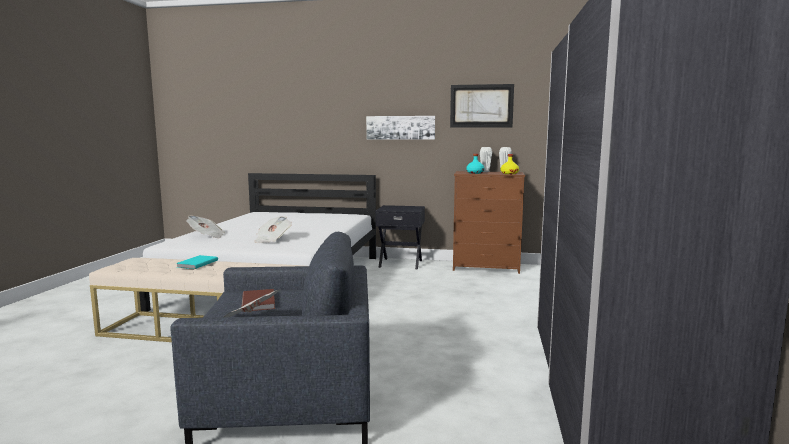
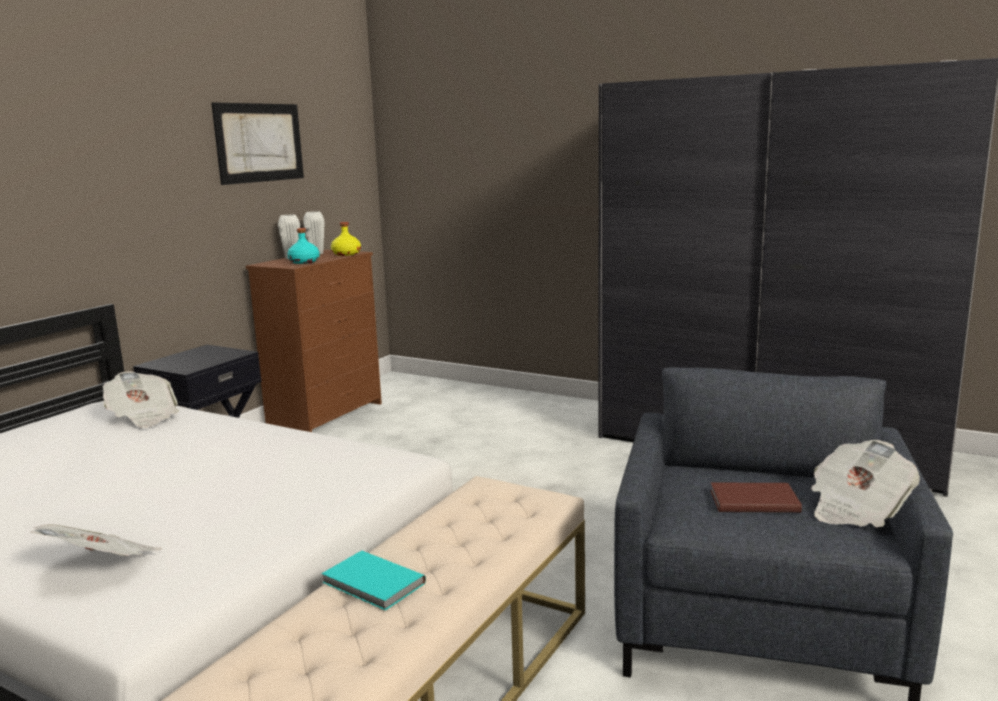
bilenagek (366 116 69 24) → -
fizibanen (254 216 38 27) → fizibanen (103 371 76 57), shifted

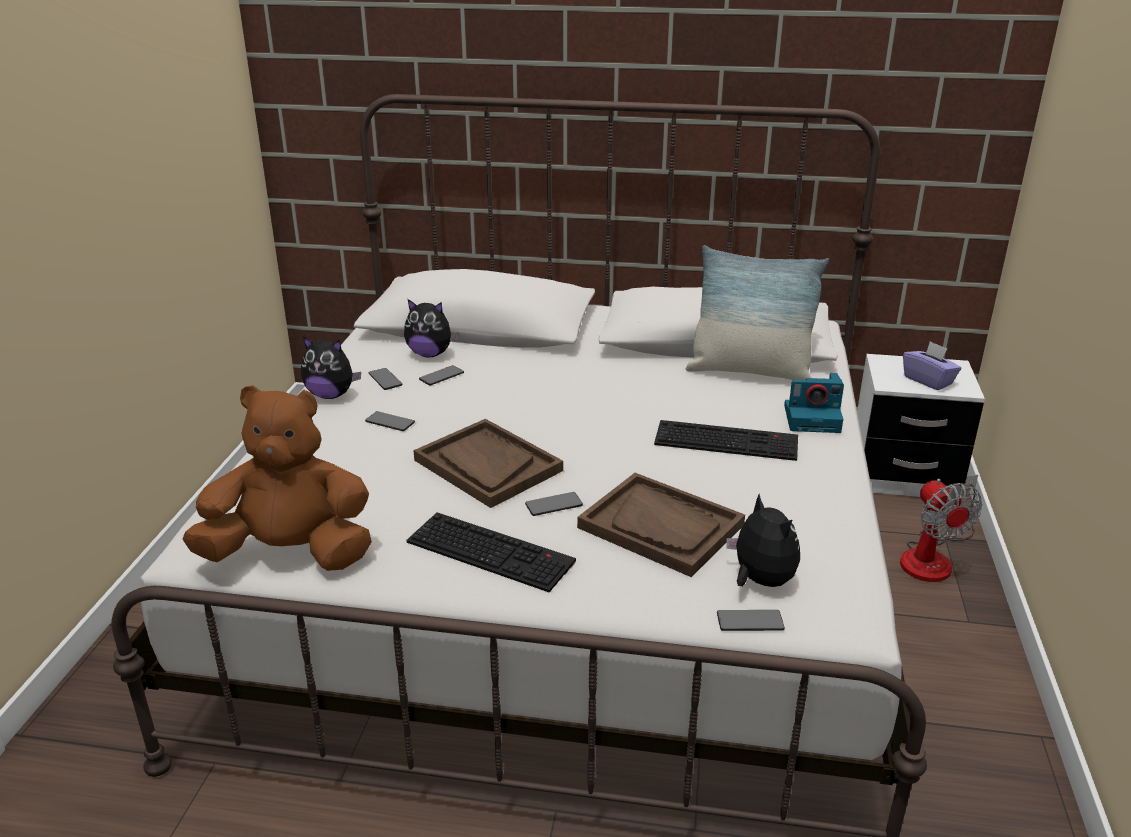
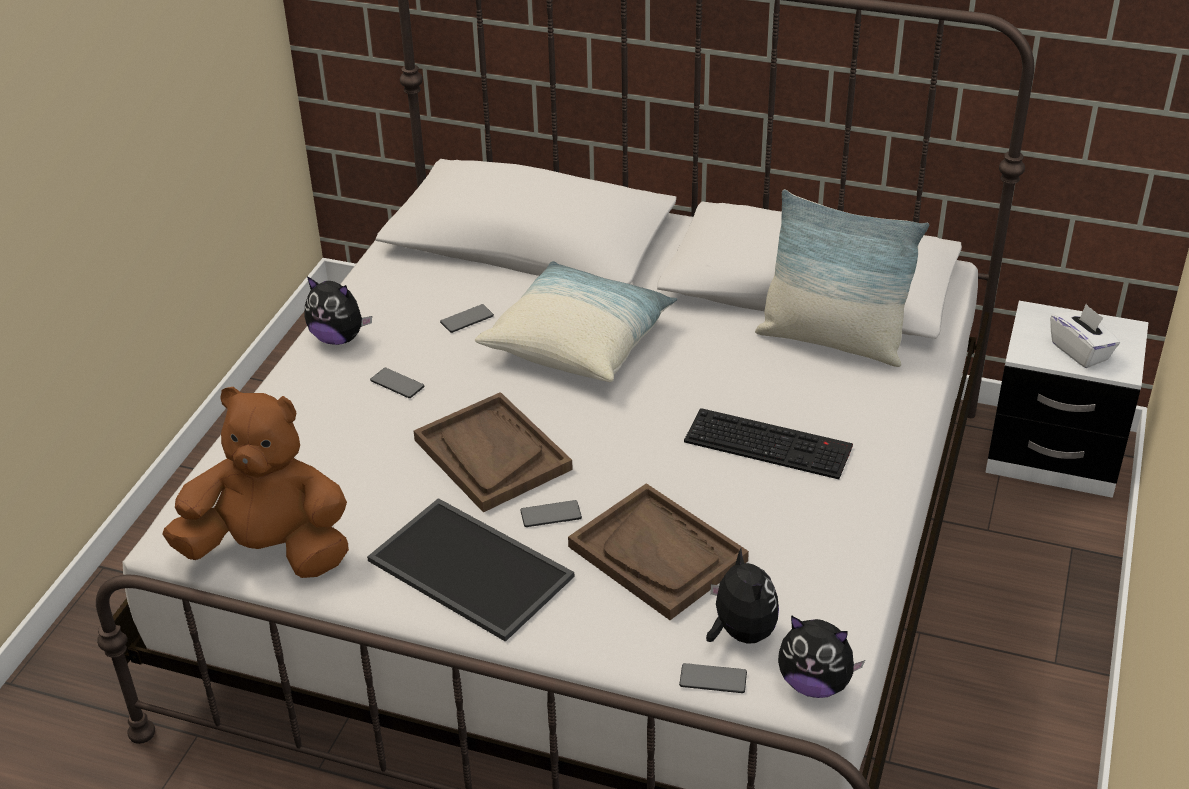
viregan (404 299 55 58) → viregan (778 615 87 83), shifted
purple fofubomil (903 341 58 49) → white fofubomil (1050 304 70 64)
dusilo (369 368 33 22) → -
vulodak (784 373 60 60) → -
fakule (900 475 82 107) → -
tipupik (407 512 169 81) → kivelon (367 498 208 144)
- → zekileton (475 261 202 121)

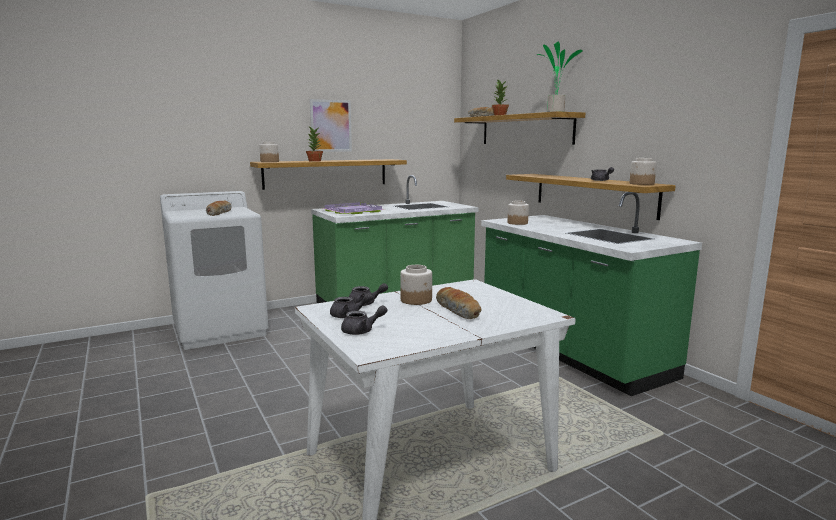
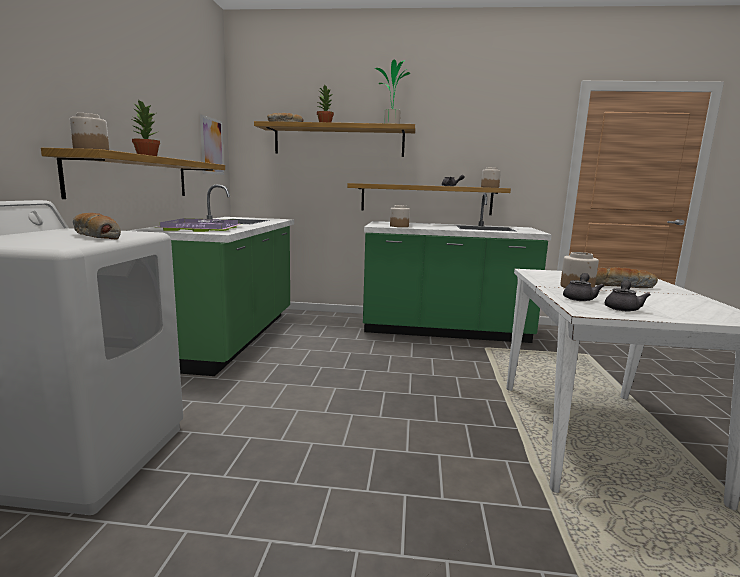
bilenagek (310 99 42 53) → bilenagek (200 114 24 61), shifted
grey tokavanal (341 305 46 30) → -

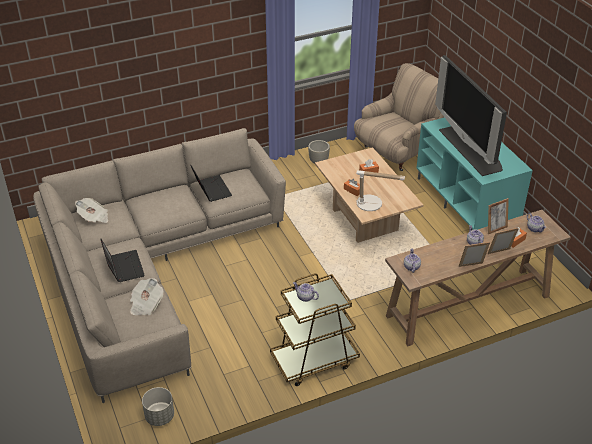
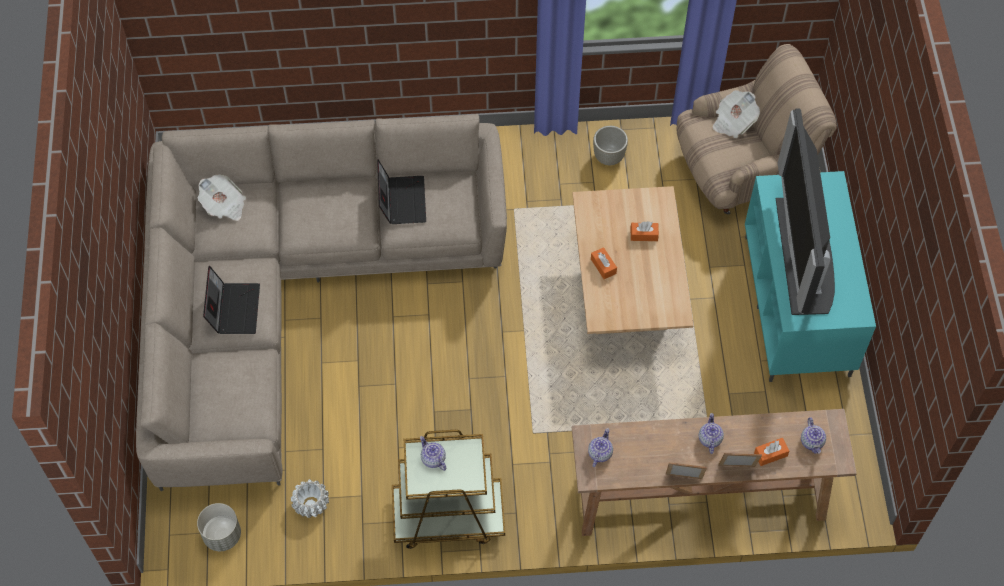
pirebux (356 170 49 41) → -
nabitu (488 198 21 36) → -
fizibanen (130 278 34 37) → fizibanen (712 90 48 48), shifted
- → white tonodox (291 479 38 39)

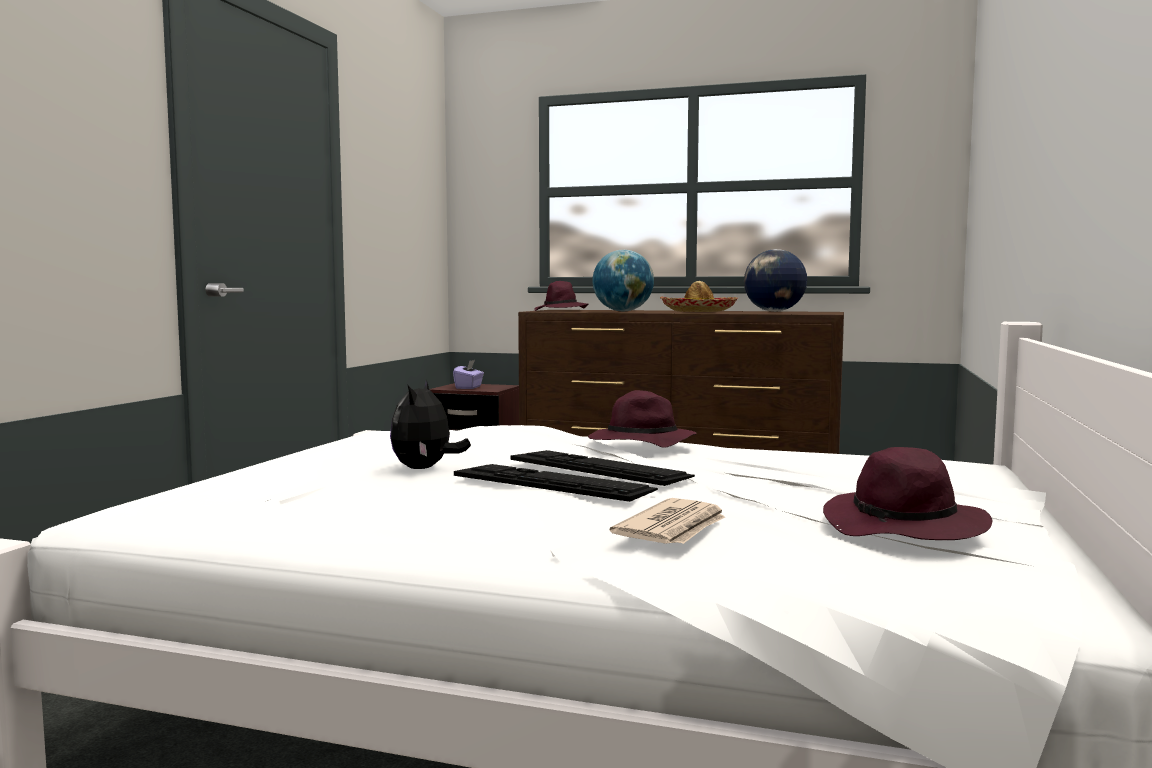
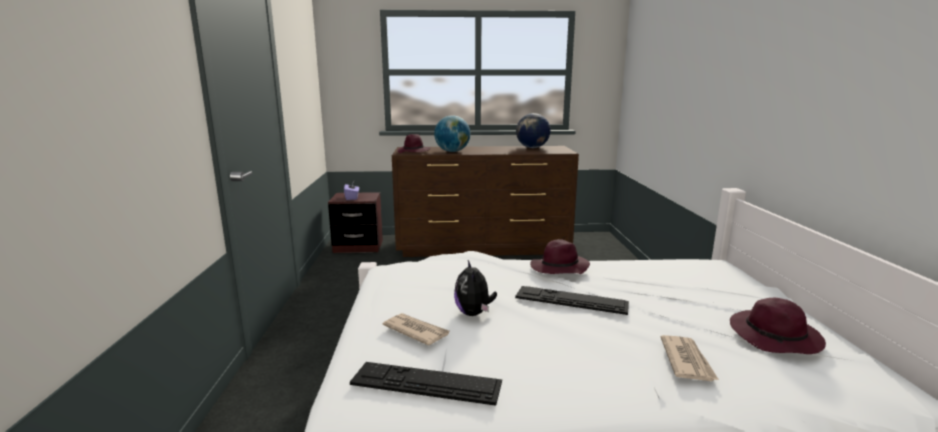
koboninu (660 281 78 31) → -
tipupik (454 464 204 38) → tipupik (350 362 152 44), shifted
- → fizibanen (383 313 66 33)

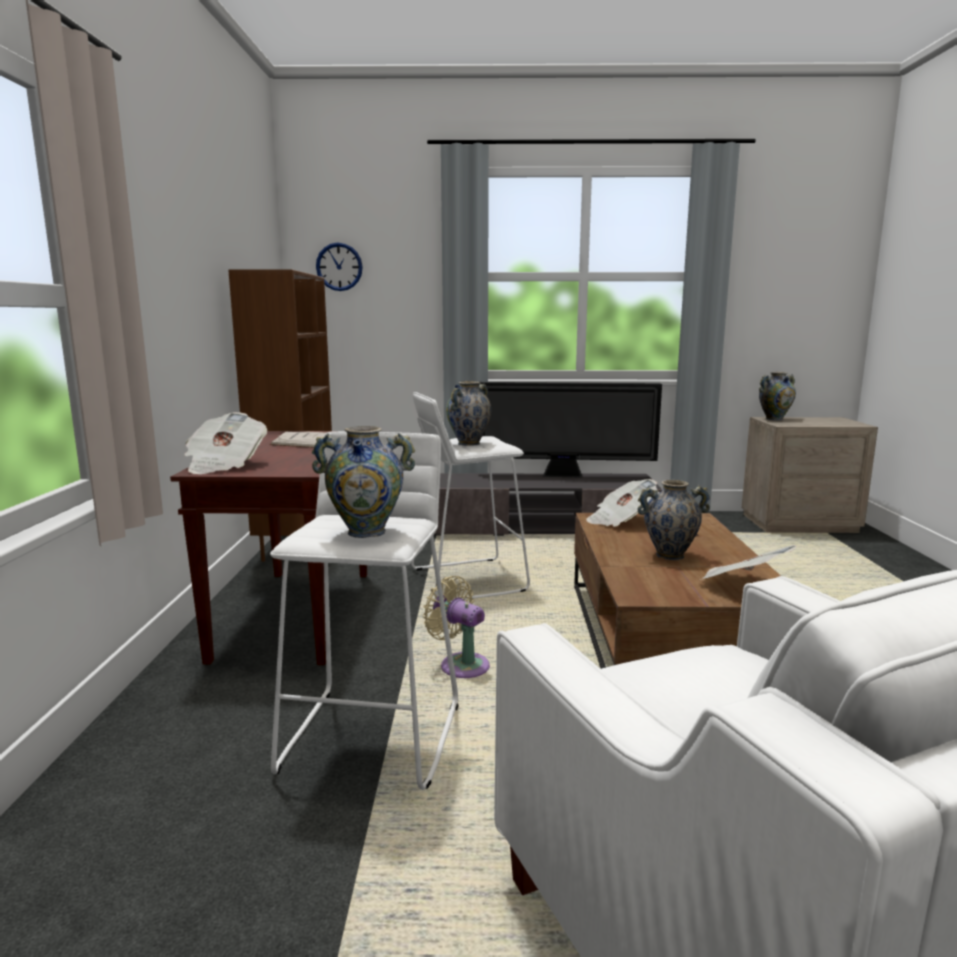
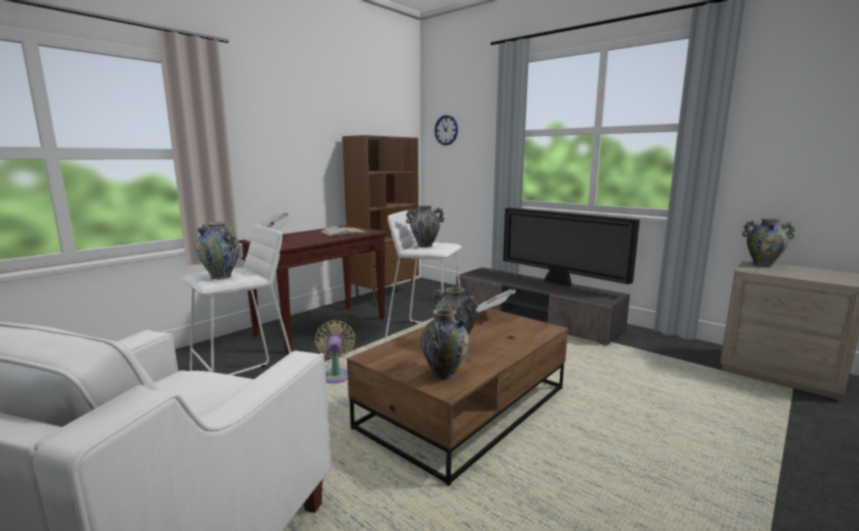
fizibanen (700 545 97 35) → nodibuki (421 308 48 72)

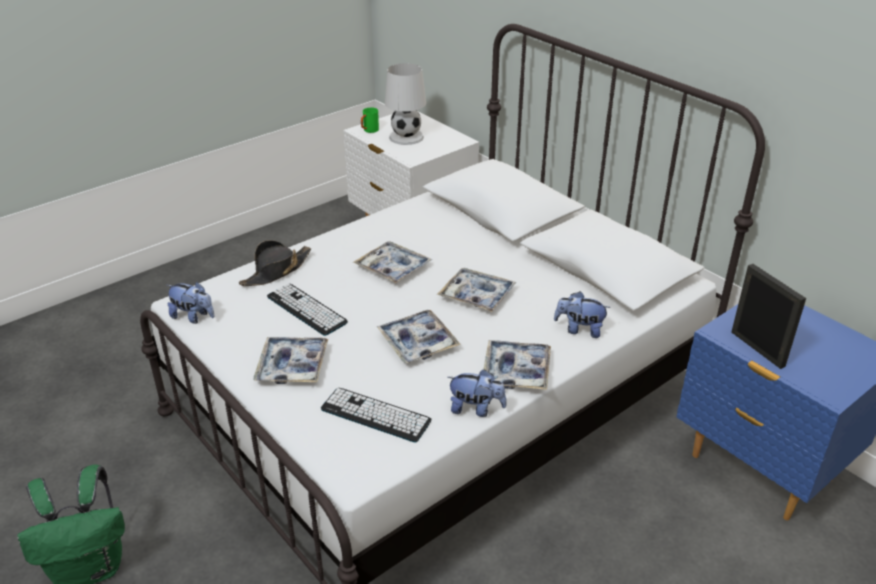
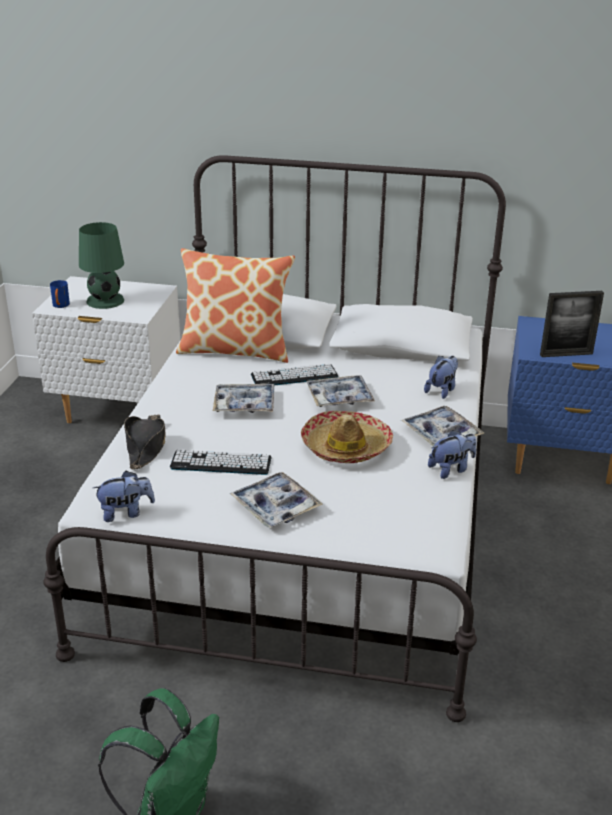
white pirebux (385 63 41 82) → green pirebux (79 222 45 87)
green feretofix (361 108 18 25) → blue feretofix (50 280 20 28)
nabitu (731 264 75 105) → nabitu (540 291 64 66), 150 degrees clockwise
viregan (554 291 57 47) → viregan (424 356 34 43), 150 degrees clockwise
kivelon (377 310 84 53) → koboninu (301 411 92 52)
tipupik (321 388 110 54) → tipupik (251 364 87 21), shifted
- → zekileton (176 248 119 115)

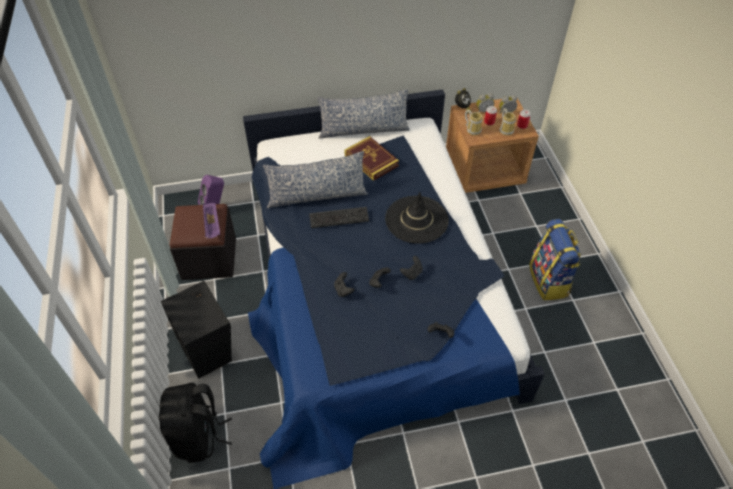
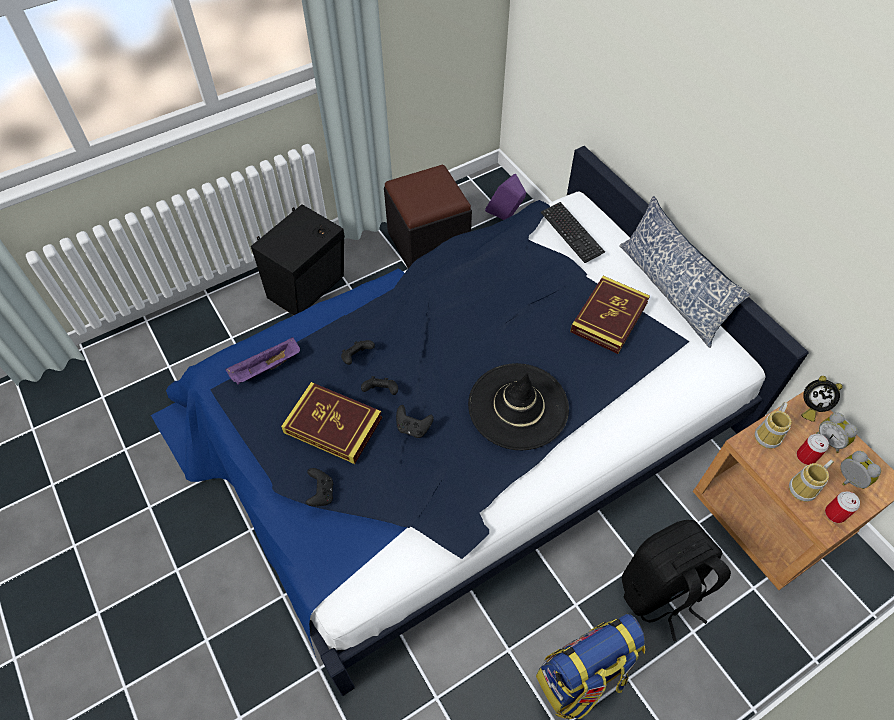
zekileton (263 151 105 57) → -
purple kivelon (203 202 17 36) → purple kivelon (226 337 74 48), shifted
tipupik (309 207 60 21) → tipupik (541 202 64 61), shifted
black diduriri (159 383 73 80) → black diduriri (622 520 109 121), shifted
- → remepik (281 382 101 82)

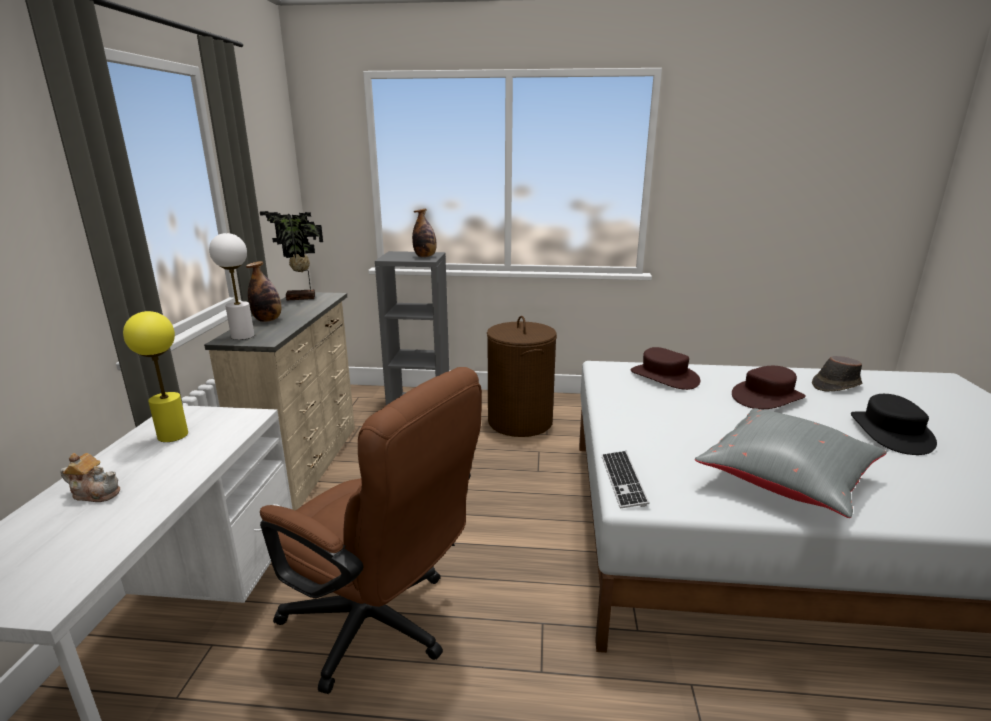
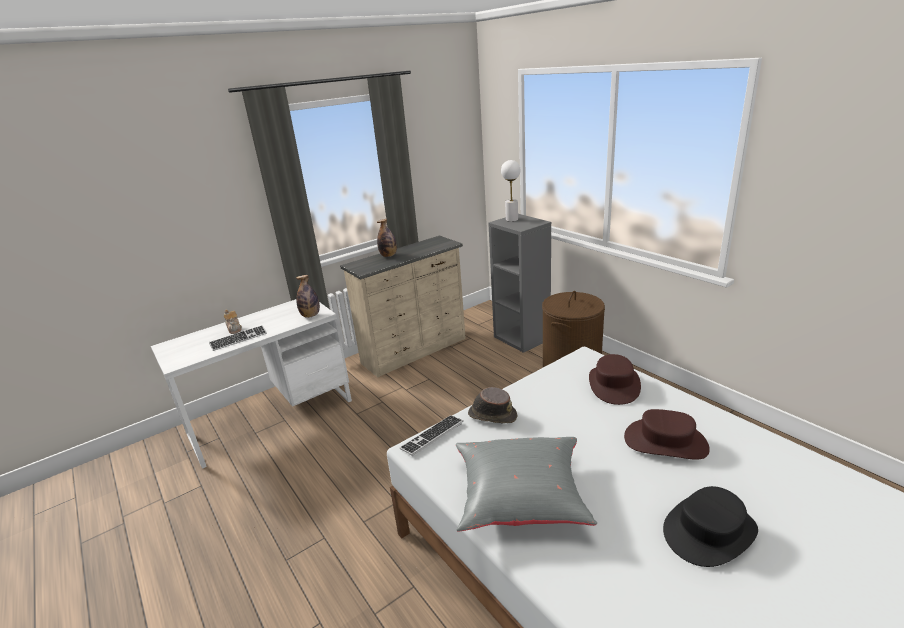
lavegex (412 209 24 48) → lavegex (296 275 24 43), shifted
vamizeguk (260 211 63 90) → -
white pirebux (209 233 45 107) → white pirebux (501 160 19 62), shifted
yellow pirebux (123 311 65 131) → -
brown koboninu (812 356 50 35) → brown koboninu (468 387 50 37), shifted
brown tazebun (260 367 222 327) → -
- → tipupik (209 325 58 26)

